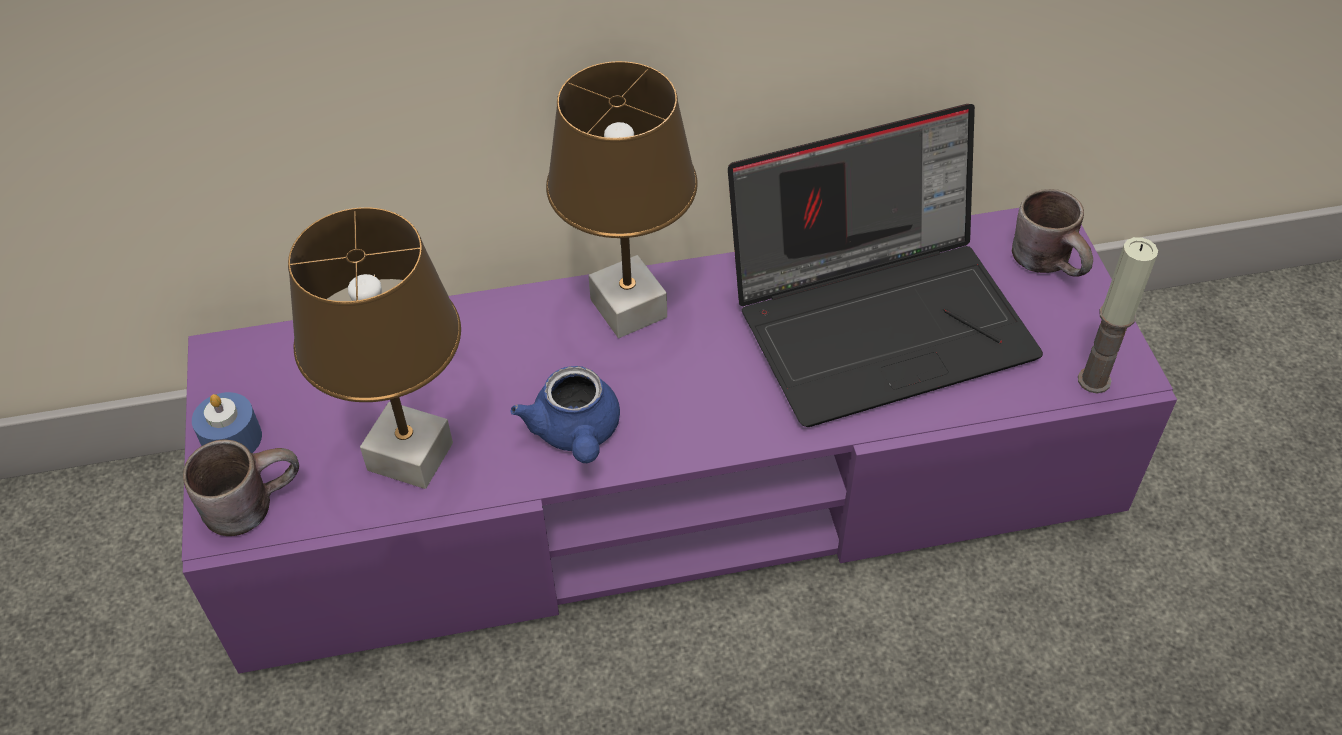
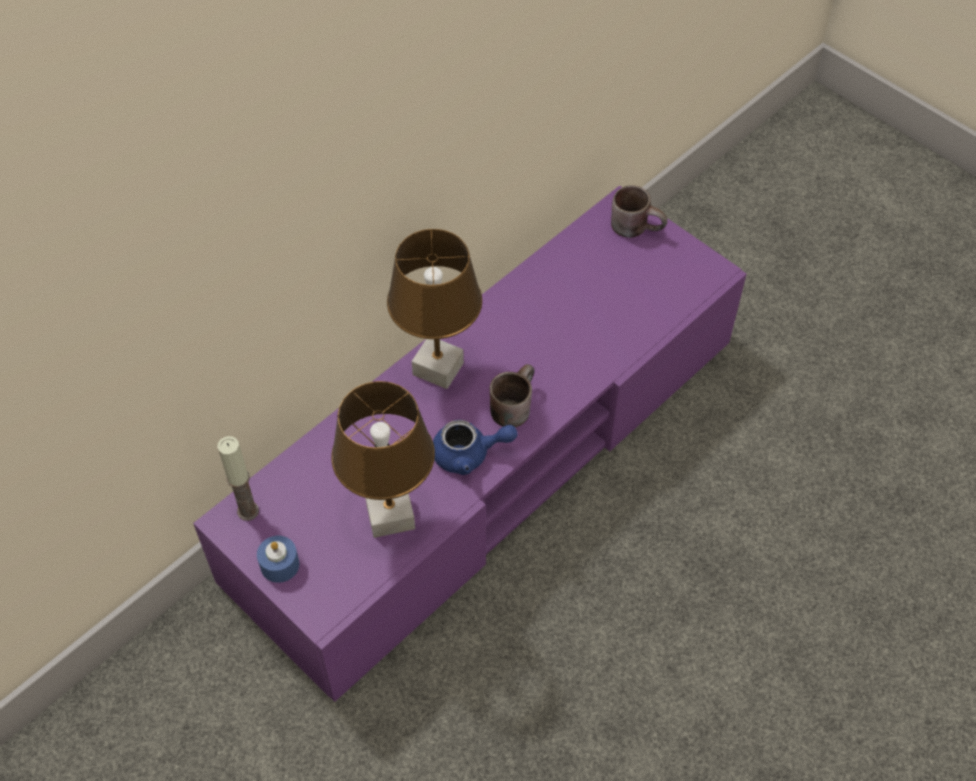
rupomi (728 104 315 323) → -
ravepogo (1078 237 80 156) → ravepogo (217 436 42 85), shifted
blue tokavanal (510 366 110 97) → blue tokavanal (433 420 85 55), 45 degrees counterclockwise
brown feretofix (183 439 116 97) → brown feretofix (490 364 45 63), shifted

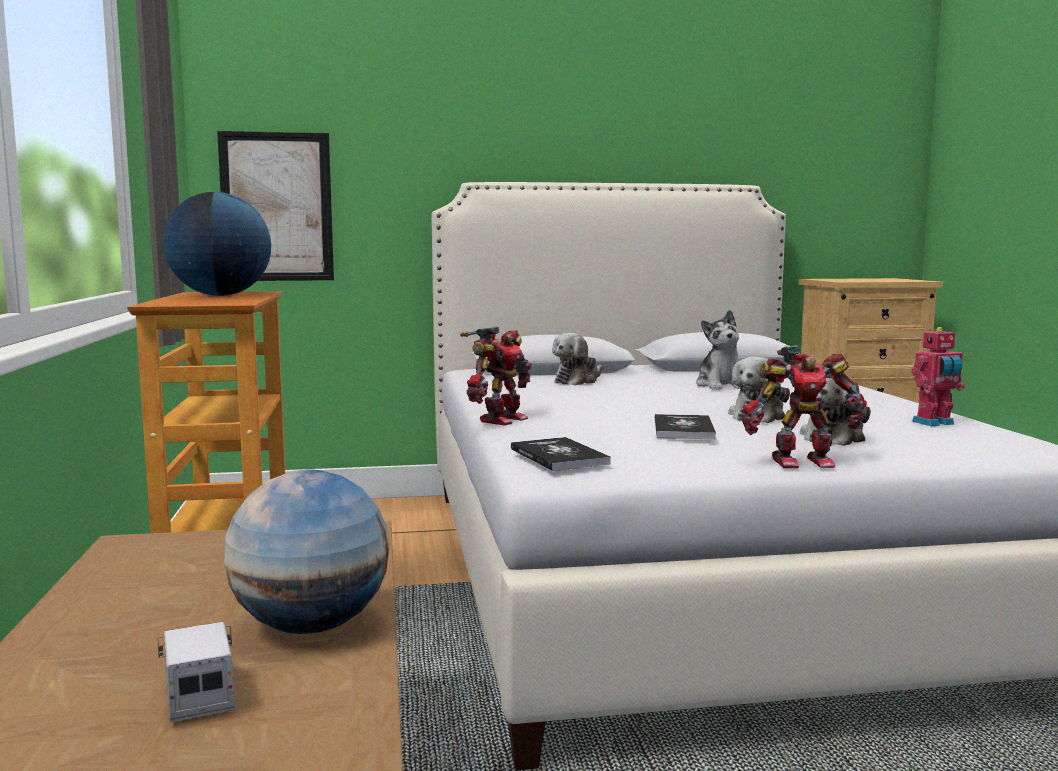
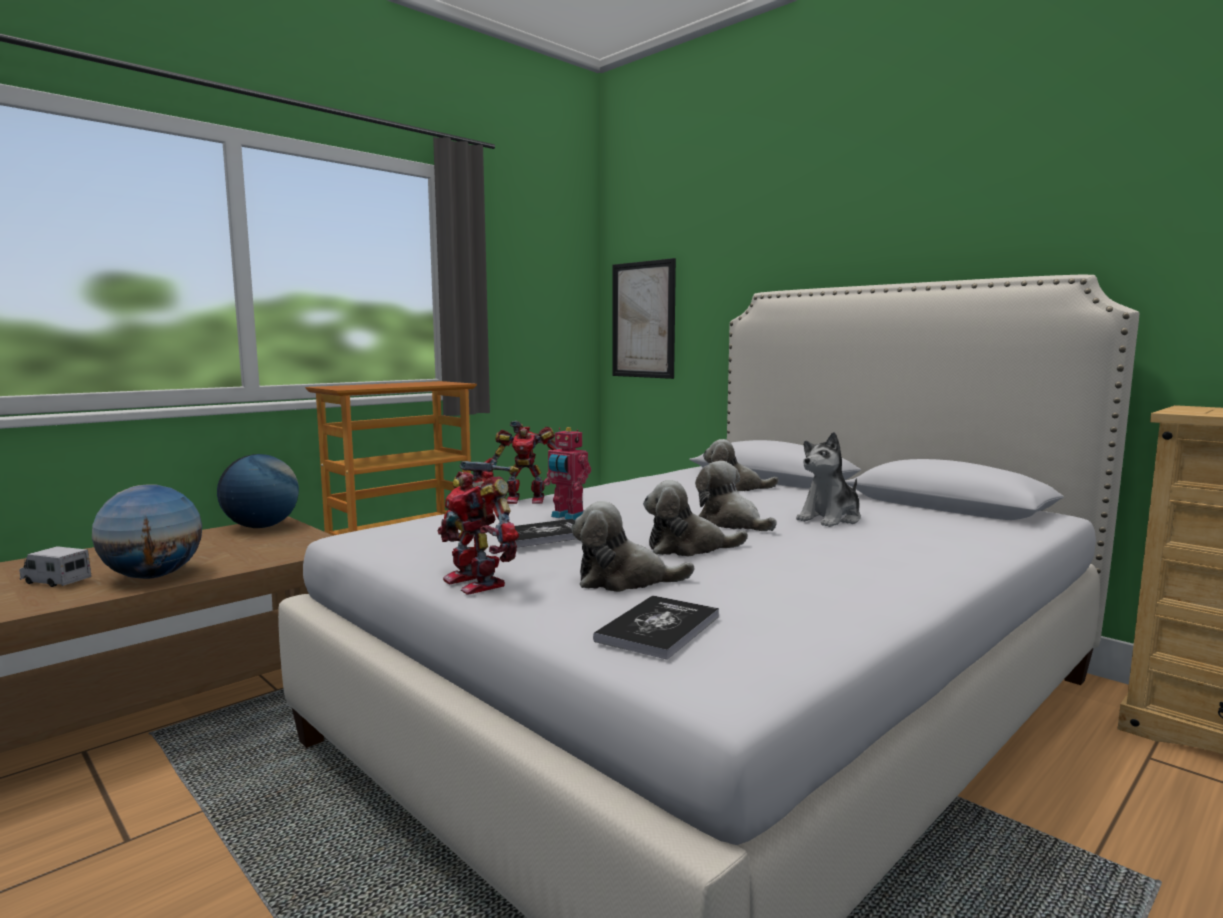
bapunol (163 192 108 104) → bapunol (217 454 82 74), shifted
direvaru (911 327 54 99) → direvaru (544 427 47 93), shifted
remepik (511 437 100 34) → remepik (593 595 126 65), shifted
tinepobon (158 622 77 100) → tinepobon (19 546 73 41), 105 degrees counterclockwise
- → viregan (695 461 82 70)

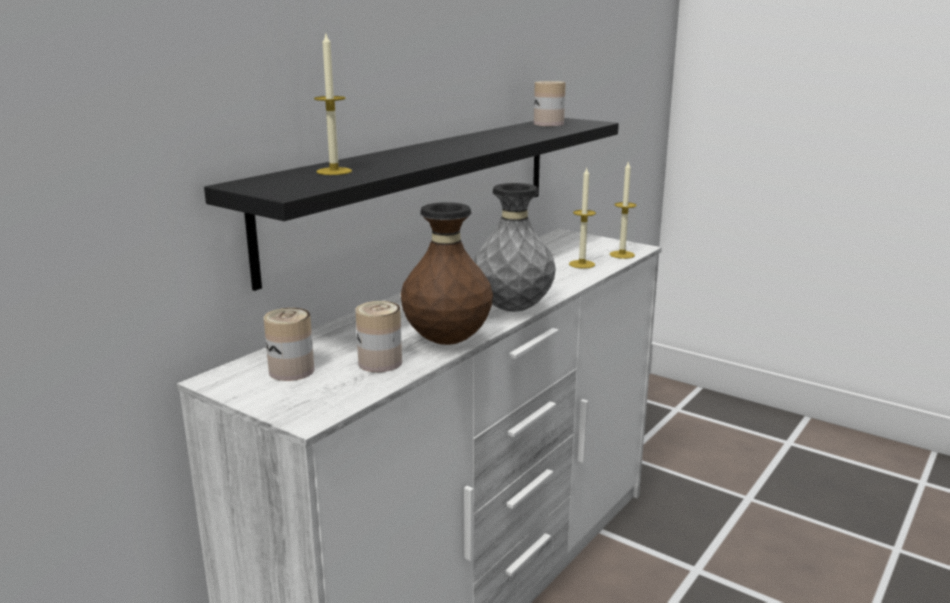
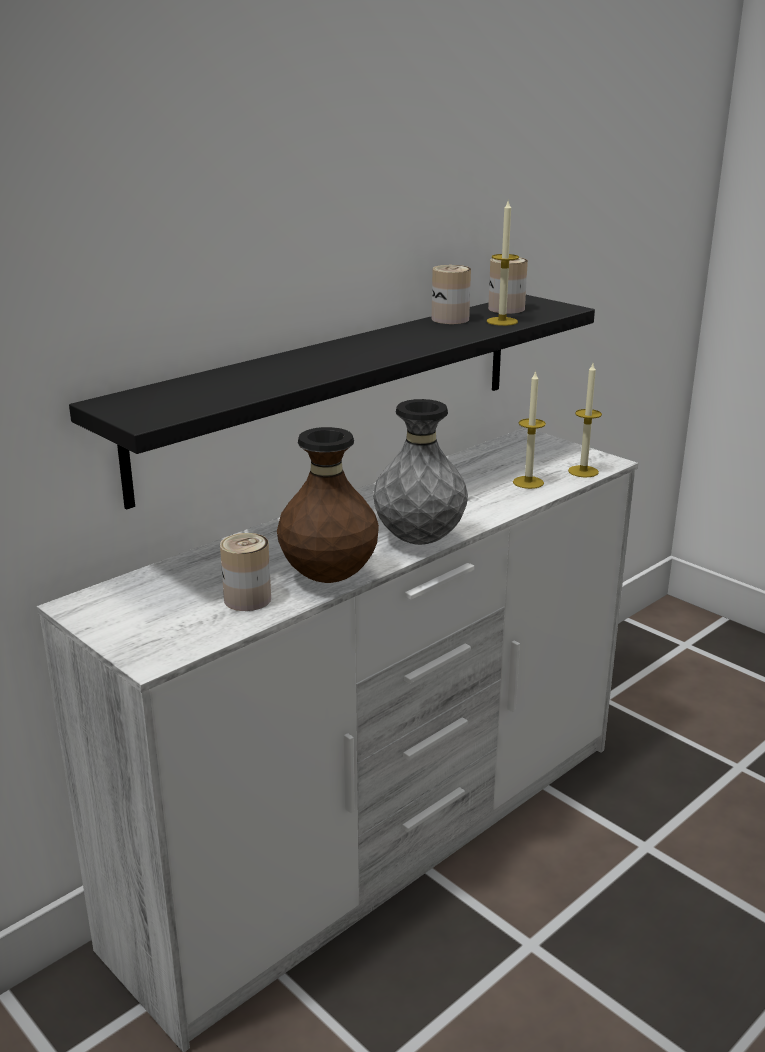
ravepogo (314 34 38 141) → ravepogo (487 201 32 125), shifted
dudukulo (263 308 51 73) → dudukulo (432 265 39 59), shifted

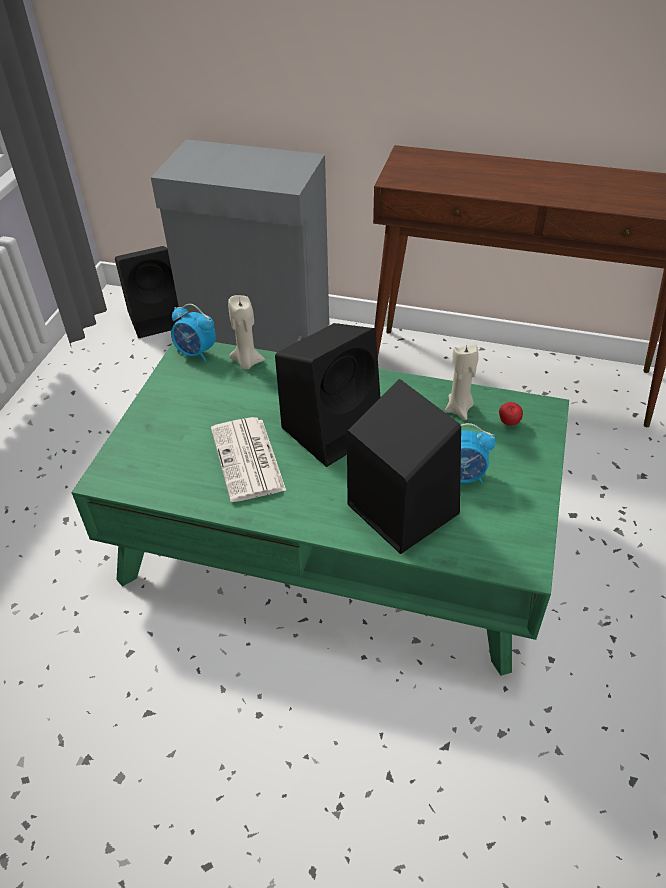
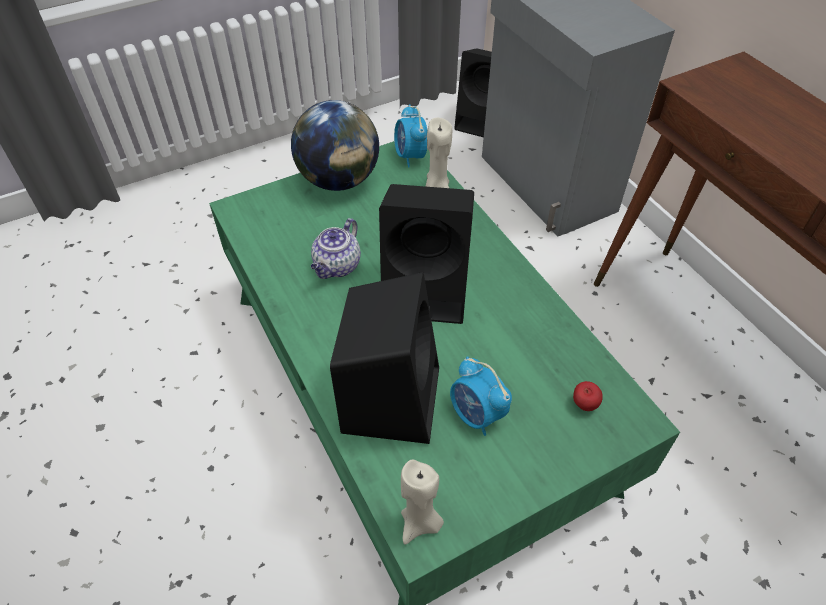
beige ravepogo (445 344 34 76) → beige ravepogo (401 459 43 86), shifted
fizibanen (211 417 75 85) → tokavanal (311 218 50 61)
- → bapunol (291 100 88 91)

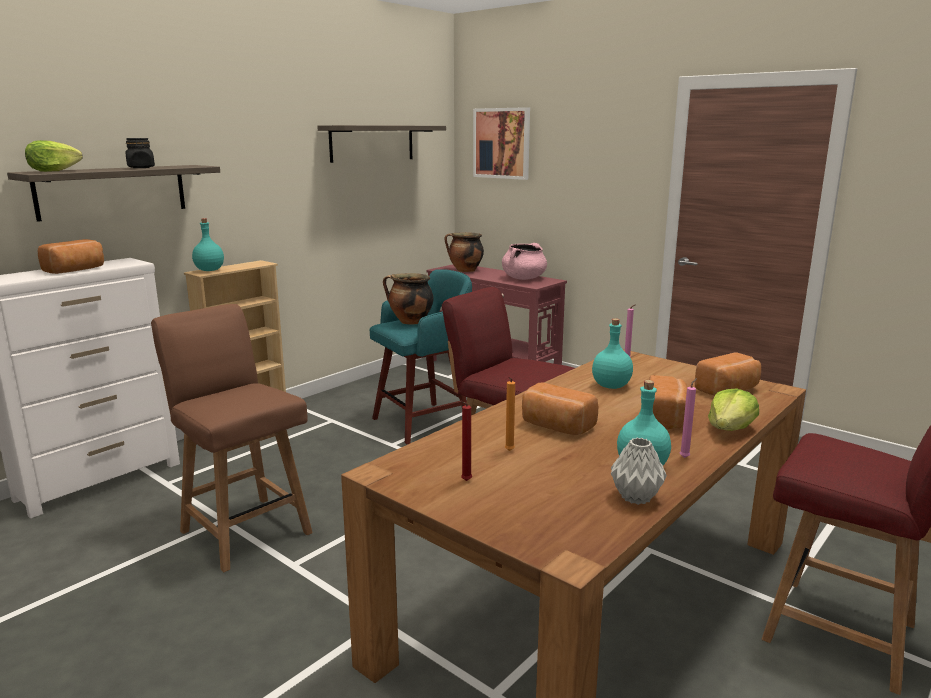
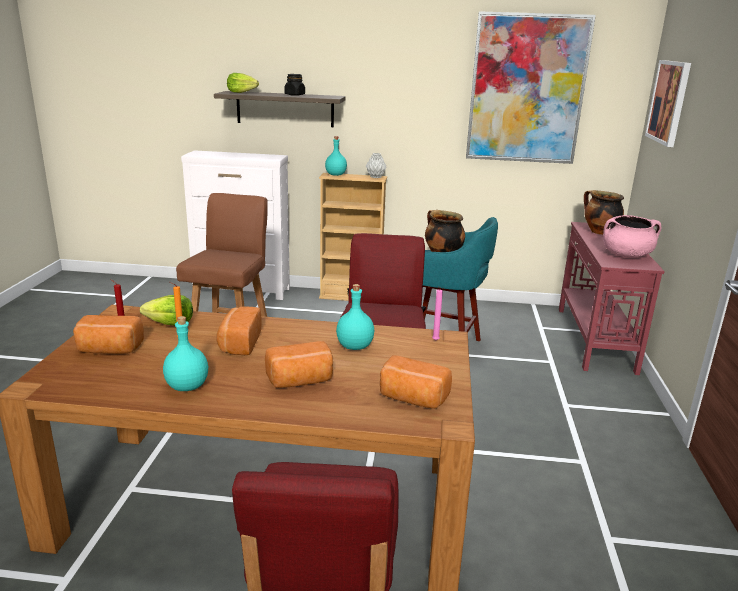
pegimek (317 125 129 38) → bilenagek (466 11 130 153)
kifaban (38 239 66 35) → kifaban (73 315 71 39), shifted
pink ravepogo (680 378 17 80) → -
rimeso (708 388 51 43) → rimeso (140 295 53 30), shifted
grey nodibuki (611 438 56 67) → grey nodibuki (366 153 21 25), shifted

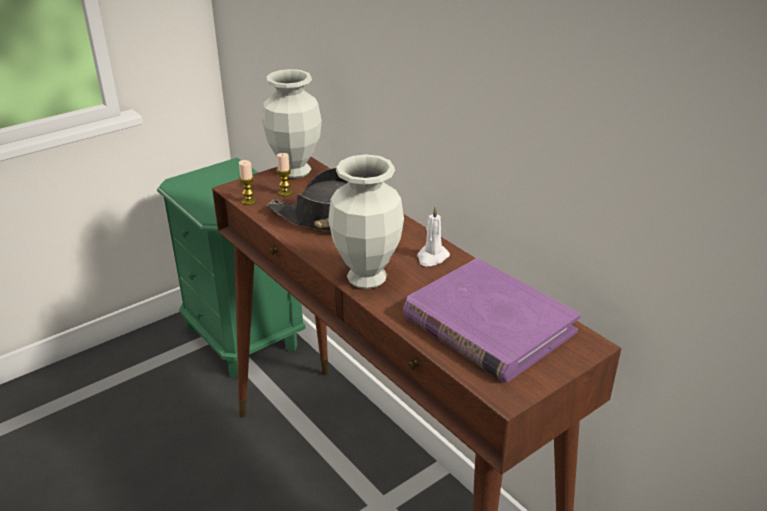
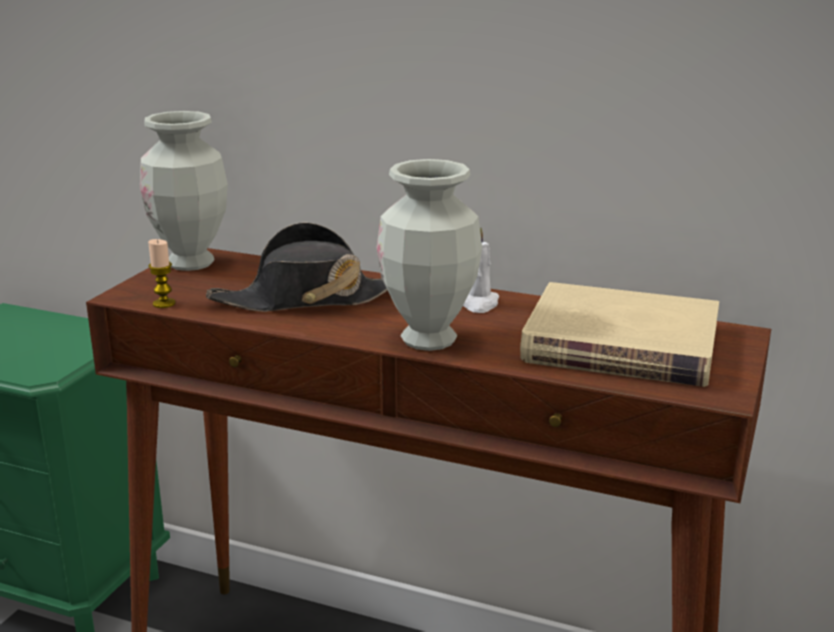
ravepogo (276 153 17 43) → -
purple remepik (403 258 178 125) → beige remepik (520 282 199 105)

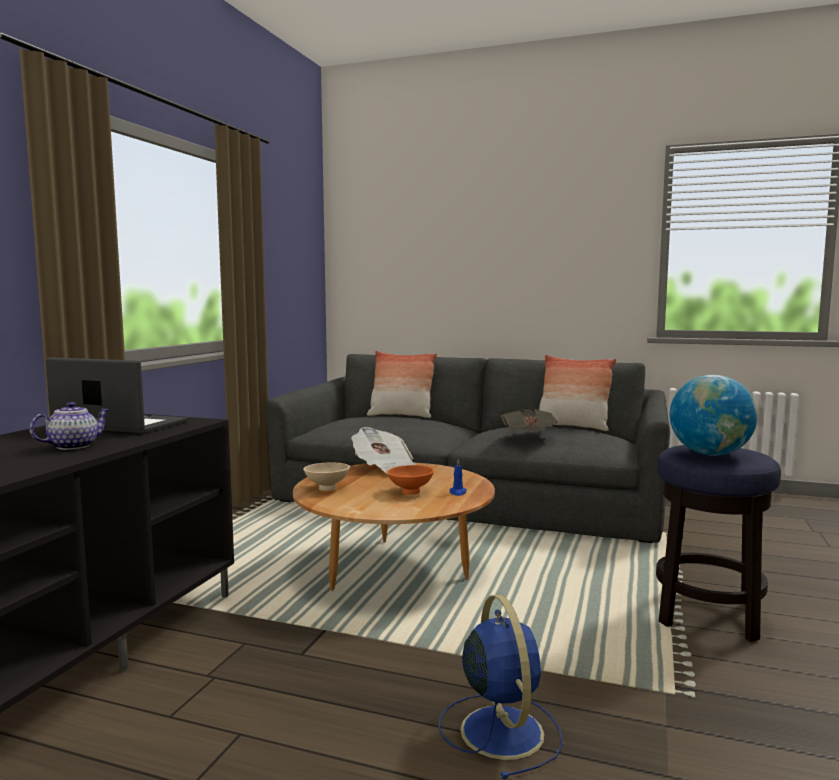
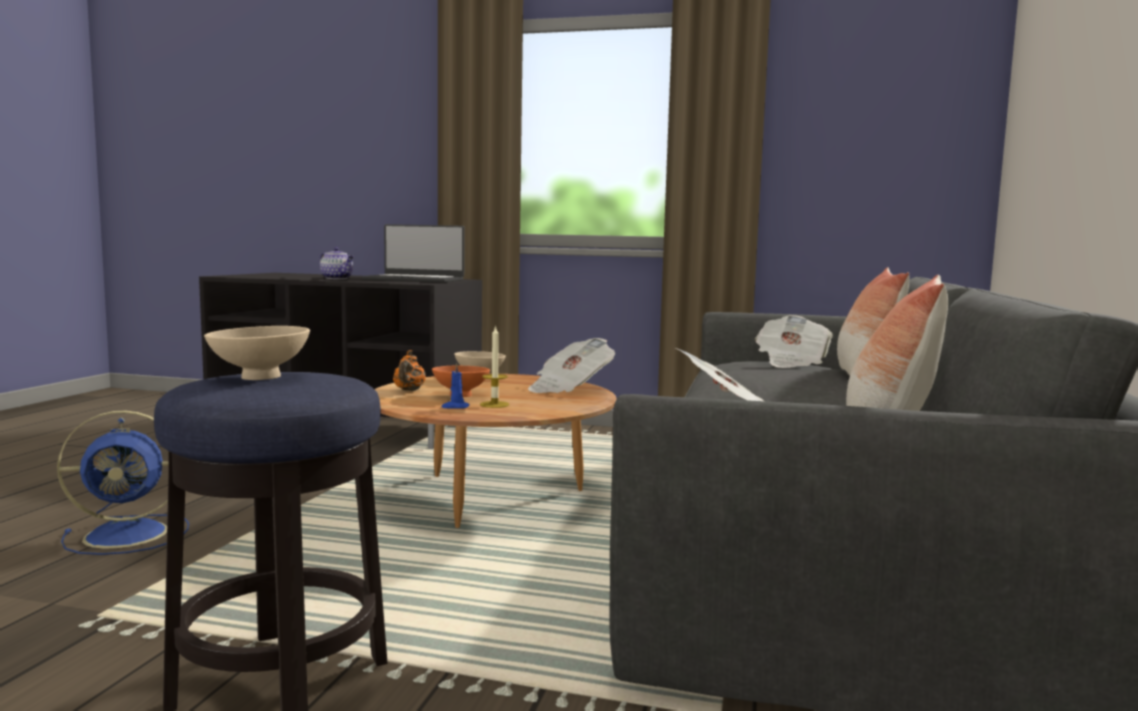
rupomi (46 357 142 77) → rupomi (362 224 103 59), 90 degrees clockwise
bapunol (670 375 88 81) → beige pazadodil (204 326 106 54)
- → fizibanen (755 315 78 53)
- → ravepogo (480 325 29 83)
- → orange tokavanal (393 350 33 41)

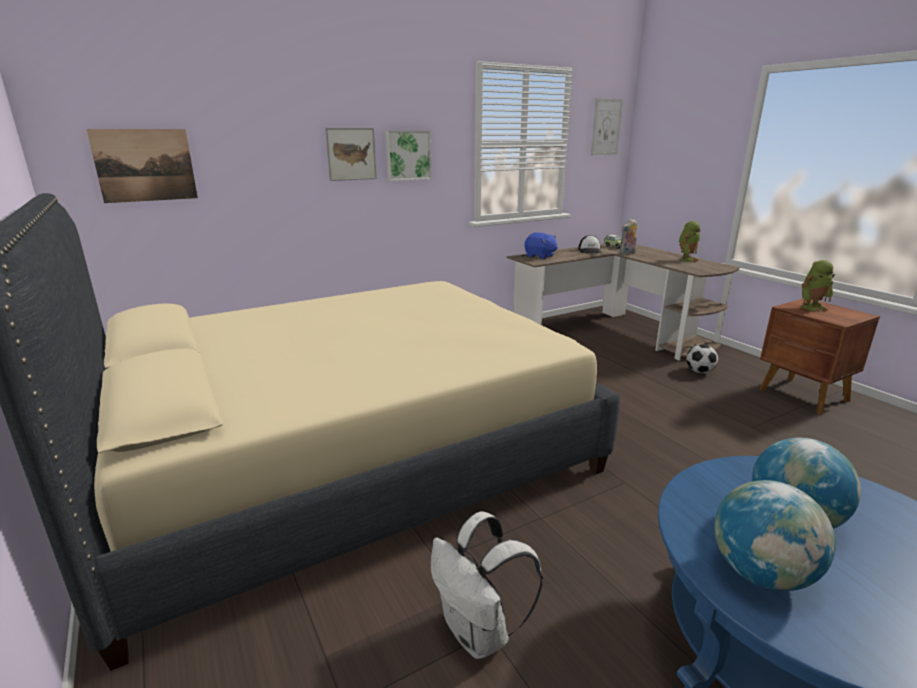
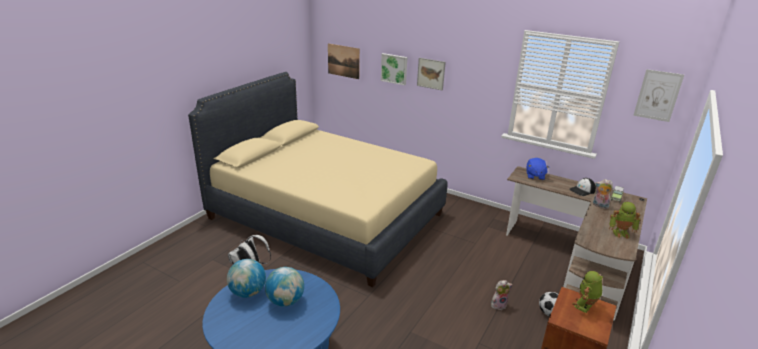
bilenagek (385 130 47 51) → bilenagek (381 53 26 32), shifted
direvaru (801 260 34 52) → direvaru (573 271 30 42), 90 degrees clockwise
- → viregan (491 280 21 30)

